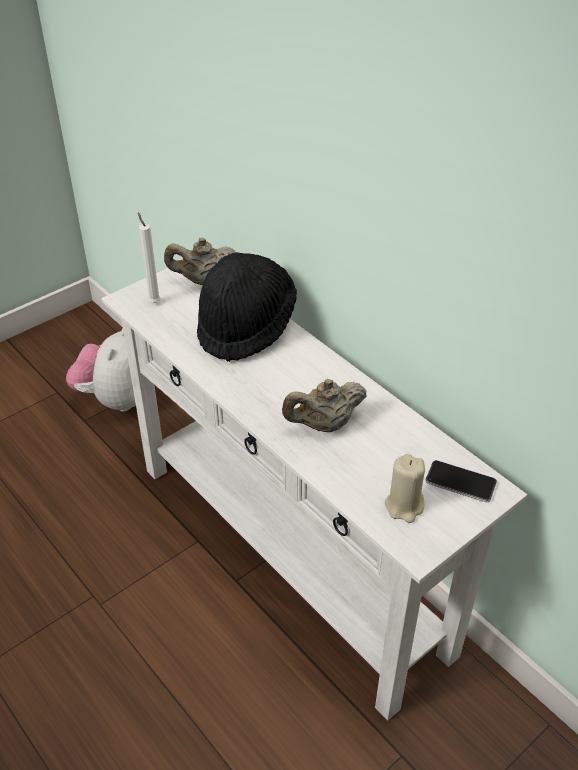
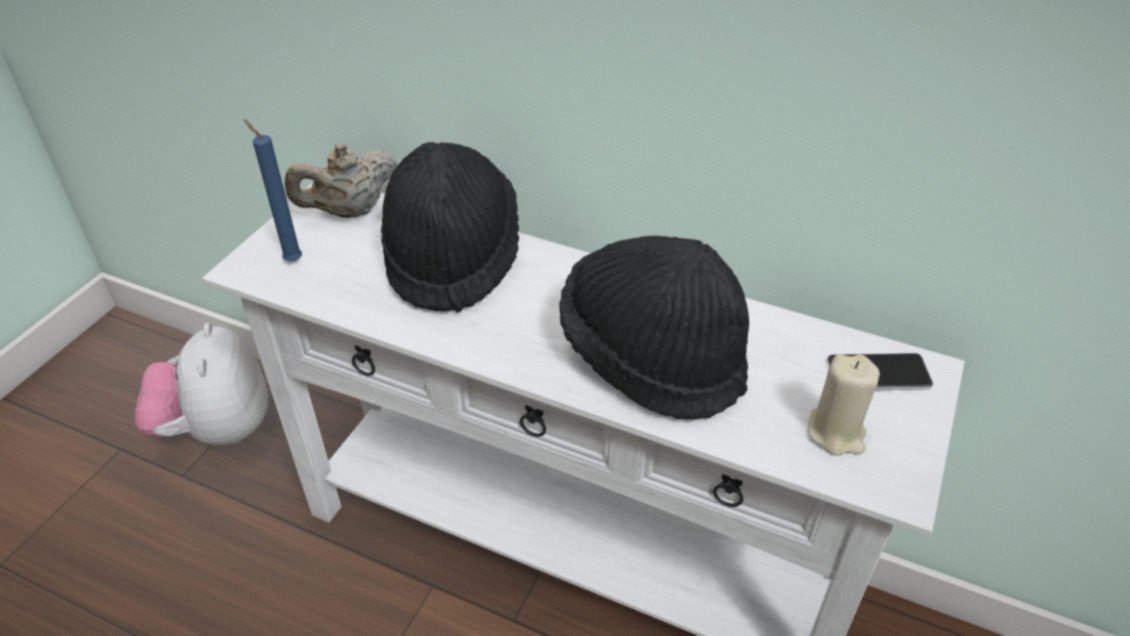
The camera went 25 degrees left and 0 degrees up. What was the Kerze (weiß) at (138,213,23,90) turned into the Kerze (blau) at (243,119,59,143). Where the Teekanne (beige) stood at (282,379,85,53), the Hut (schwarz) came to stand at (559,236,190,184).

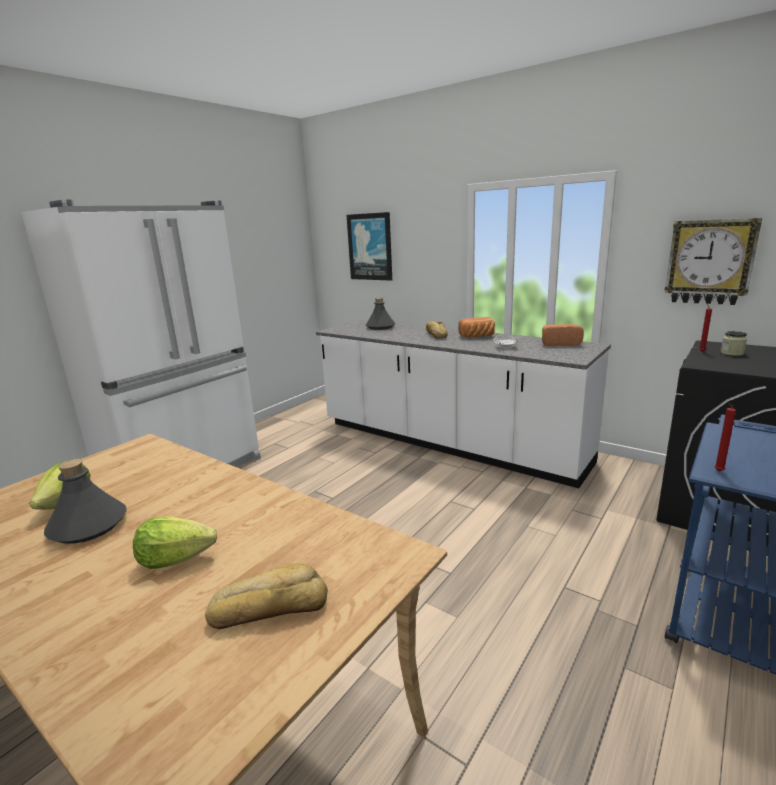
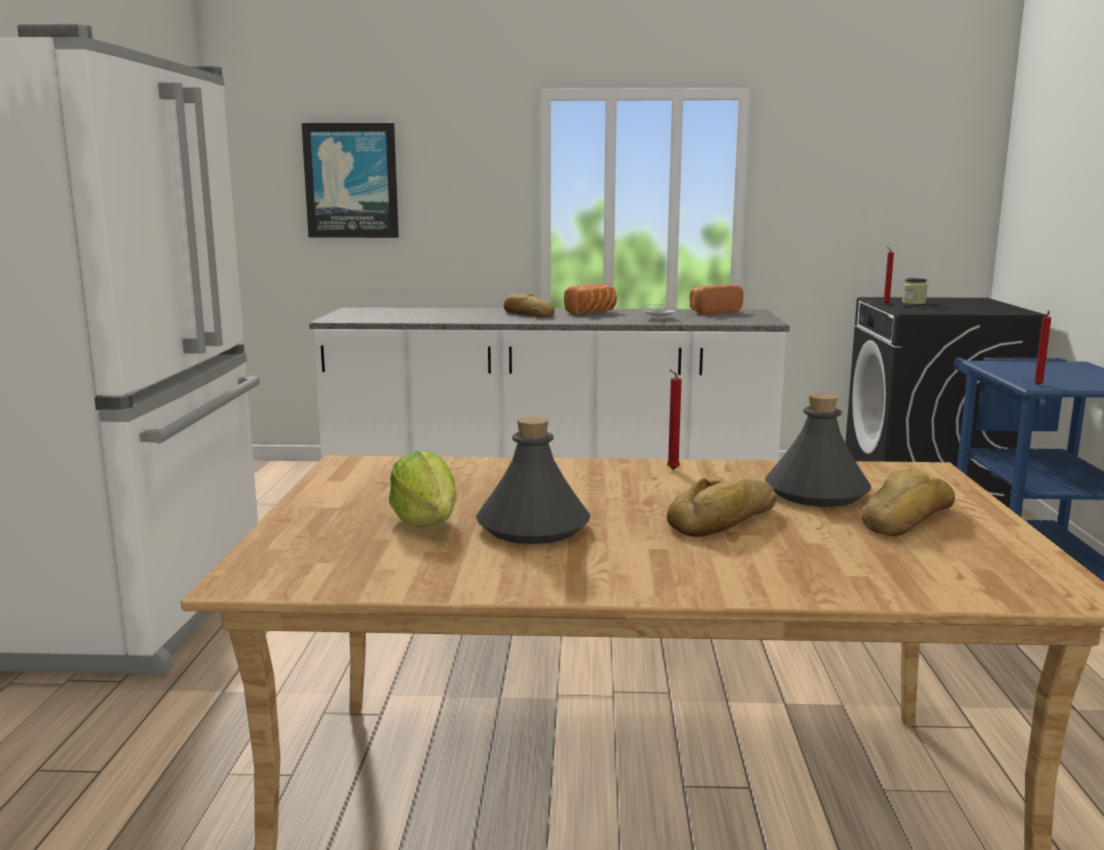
The camera went 35 degrees left and 5 degrees down. The second view lost the Wanduhr at (665,218,97,87). The Flasche (grau) ended up elsewhere, having gone from (366,298,29,32) to (765,393,106,114). Where the Salatkopf stood at (133,517,84,52), the Brot came to stand at (667,478,109,59). The second view gained the Kerze (rot) at (667,369,15,101).

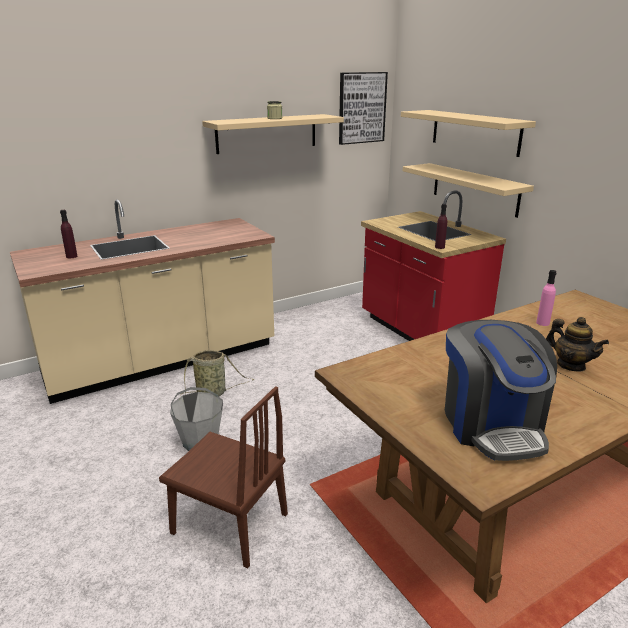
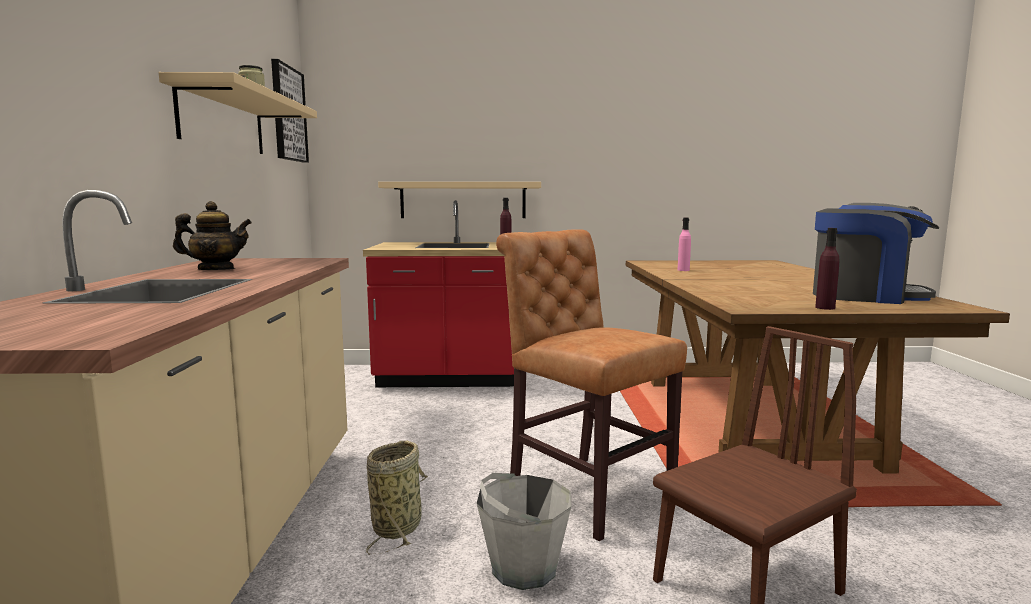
The camera went 60 degrees left and 15 degrees down. The second view lost the Wandregal (beige) at (401,110,135,47). The Flasche (lila) ended up elsewhere, having gone from (60,210,17,48) to (815,228,25,82). The Teekanne ended up elsewhere, having gone from (546,317,63,55) to (173,201,79,69). The second view gained the Stuhl (braun) at (496,229,191,312).

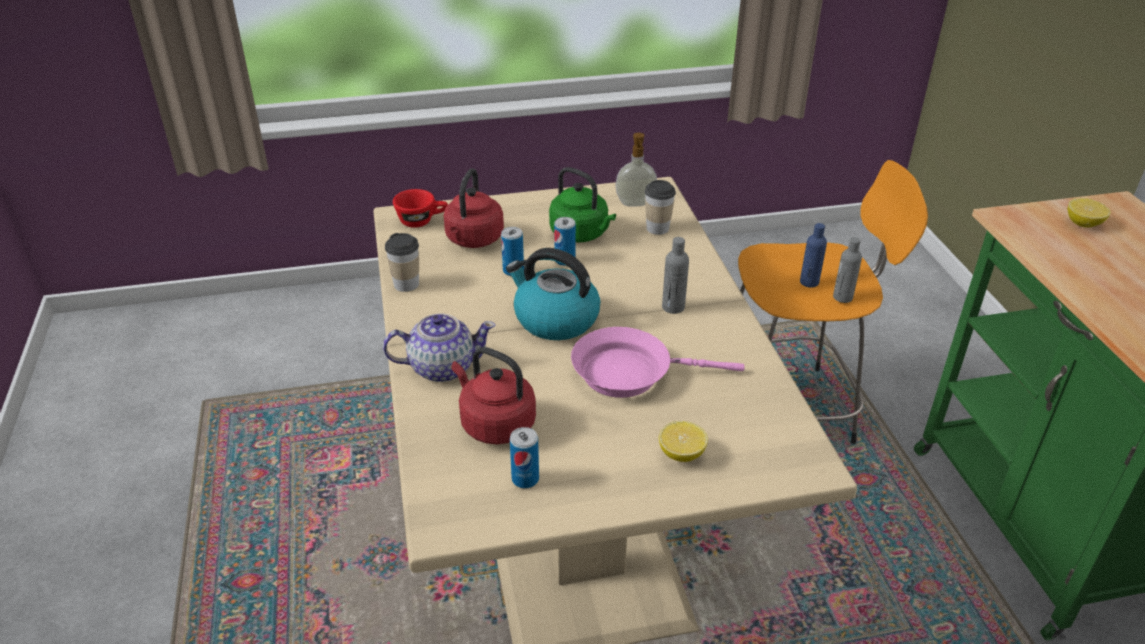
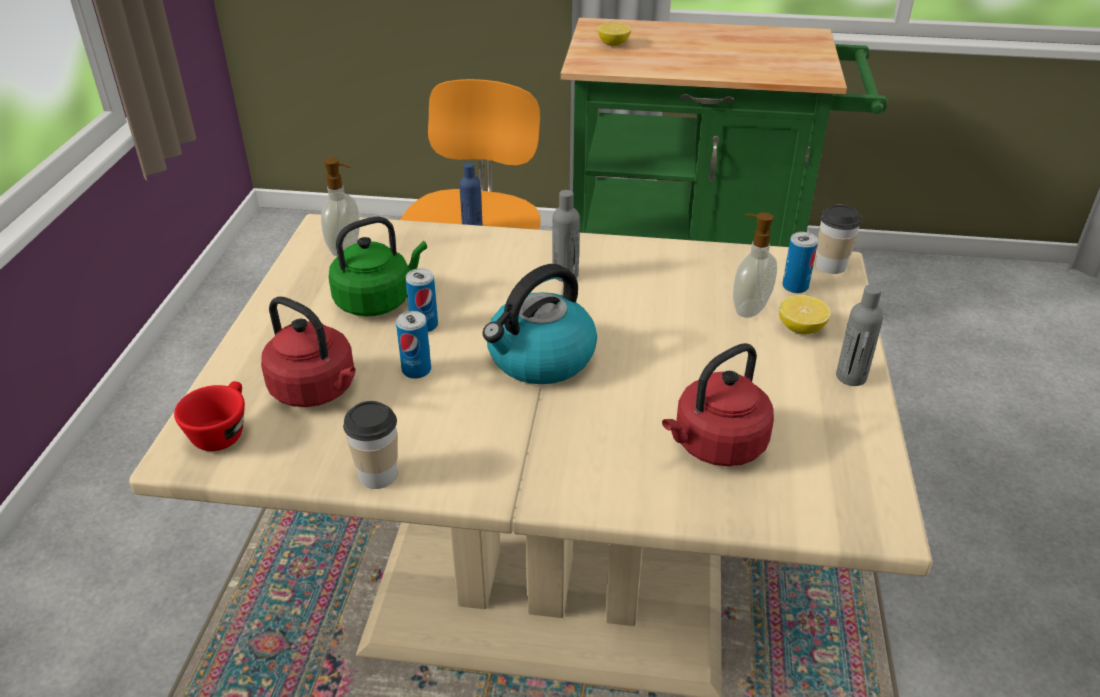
The camera went 70 degrees left and 0 degrees up. The Tasse ended up elsewhere, having gone from (645,180,31,55) to (816,205,46,69). The Flasche (grau) ended up elsewhere, having gone from (833,237,29,66) to (836,285,47,101). The second view lost the Teekanne at (383,313,113,69). The second view lost the Pfanne (rosa) at (571,327,174,71). The Dose ended up elsewhere, having gone from (510,427,29,61) to (782,232,36,61). The second view gained the Seifenspender at (733,212,44,106).

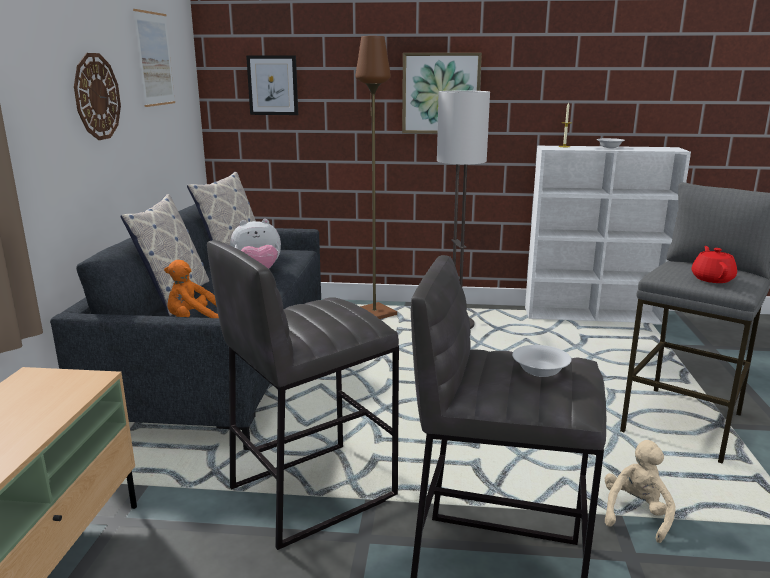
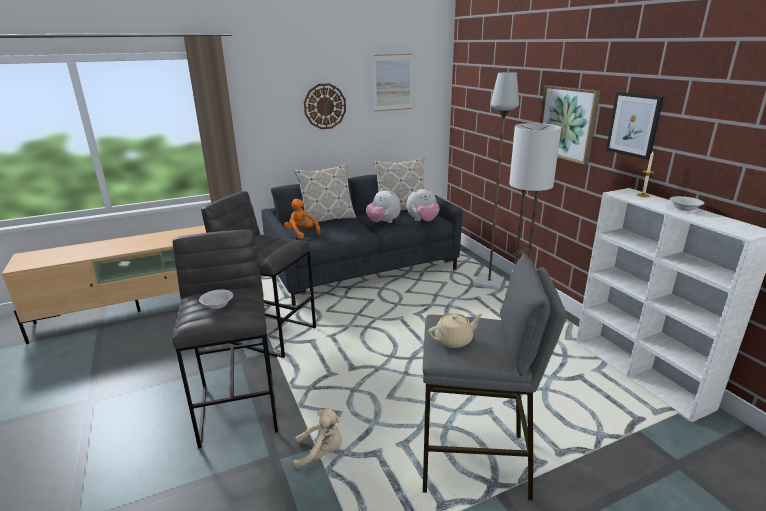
The camera went 60 degrees right and 5 degrees up. What was the Stehlampe (braun) at (356,36,41,283) turned into the Stehlampe (grau) at (474,72,45,218). The Bild ended up elsewhere, having gone from (246,55,52,60) to (606,92,58,68). What was the Teekanne (rot) at (691,246,46,37) turned into the Teekanne (beige) at (428,313,55,35). The second view gained the Plüschtier at (407,187,33,34).

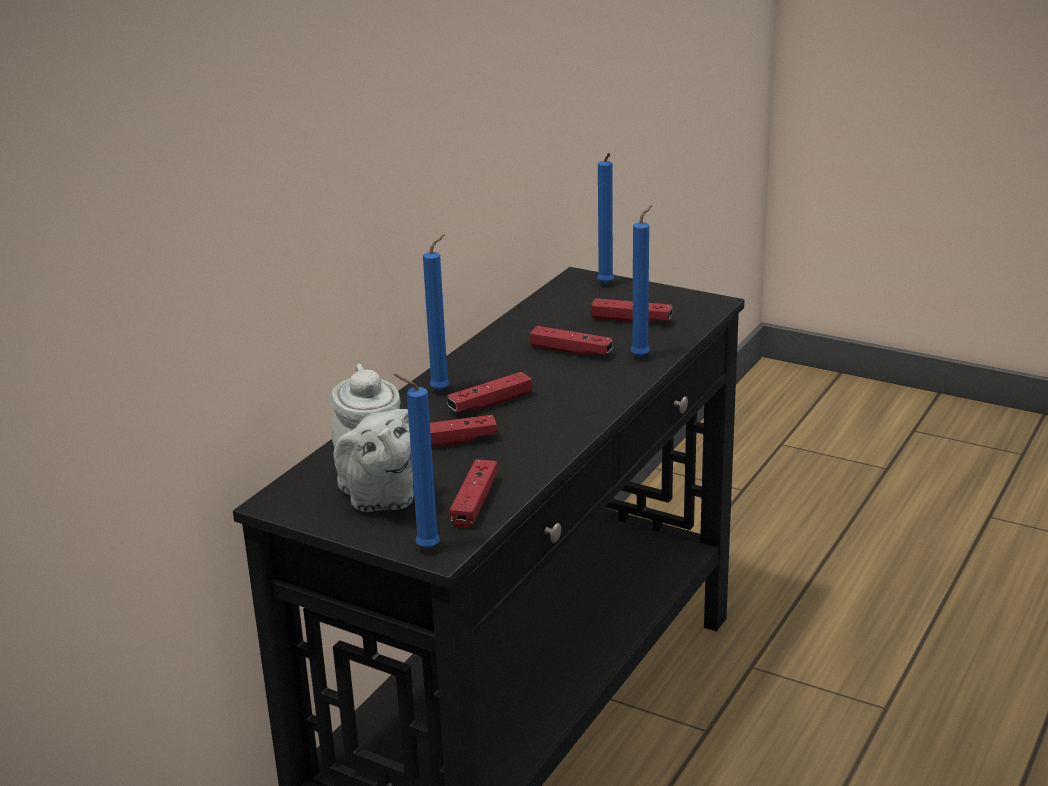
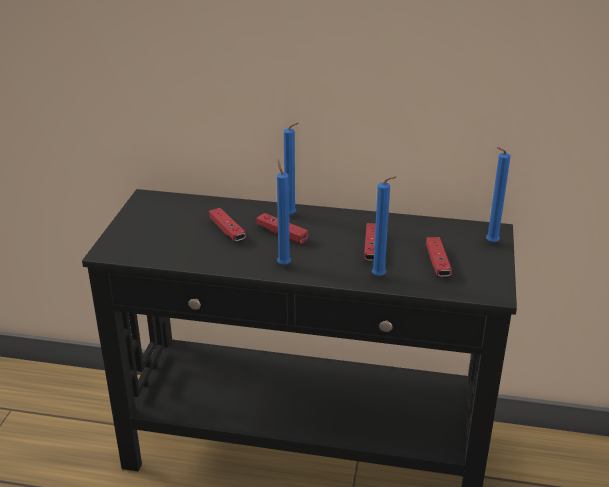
The camera went 70 degrees right and 5 degrees up. The second view lost the Teekanne (grau) at (331,363,83,149). The Kerze (blau) ended up elsewhere, having gone from (393,374,47,175) to (277,159,14,106). The second view lost the Gamepad (rot) at (450,459,48,69).

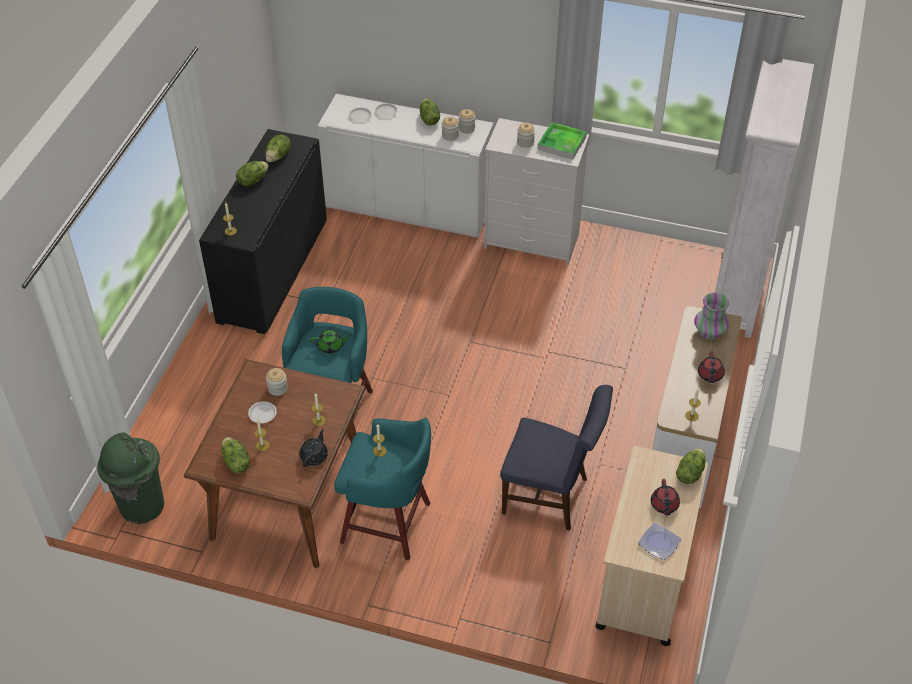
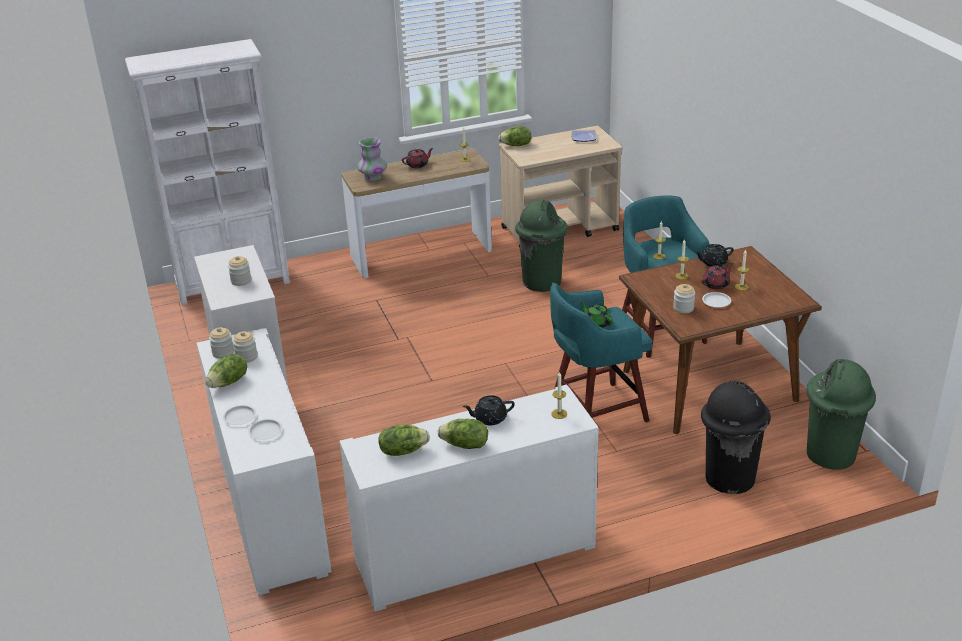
The camera went 125 degrees left and 15 degrees down. The second view lost the Tablett at (538,122,49,38). What was the Schrank (schwarz) at (199,129,128,205) turned into the Schrank (weiß) at (339,385,260,227). Where the Stuhl (blau) stood at (500,385,113,146), the Mülleimer (grün) came to stand at (515,200,53,92). The second view lost the Salatkopf at (221,437,29,36). The Teekanne (rot) ended up elsewhere, having gone from (651,479,29,36) to (702,263,31,26). The second view gained the Mülleimer (schwarz) at (701,381,70,113). The second view gained the Teekanne (schwarz) at (463,395,52,30).

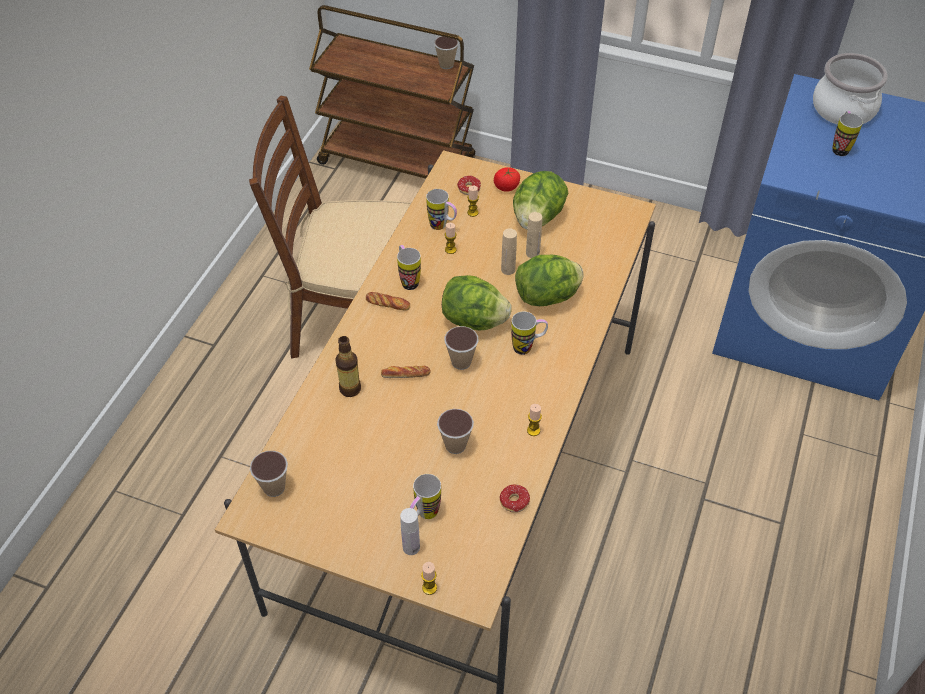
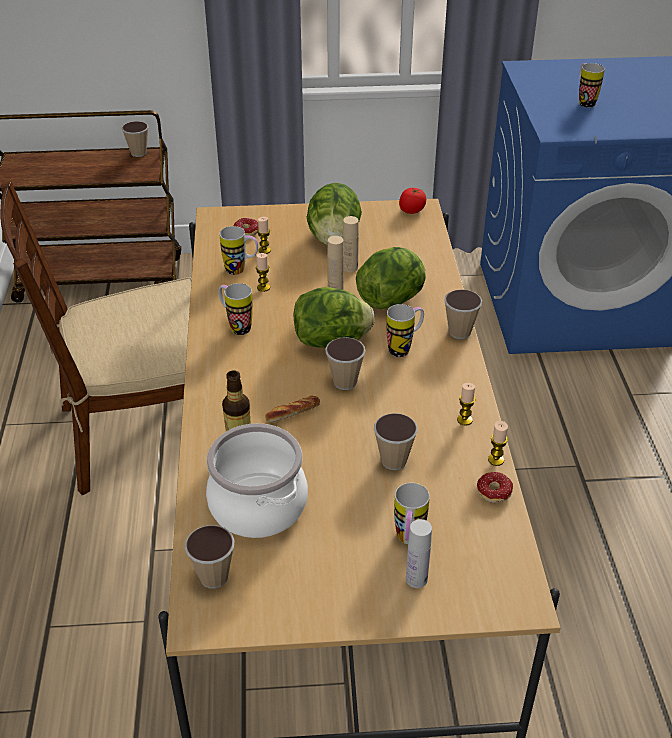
The camera went 25 degrees left and 10 degrees down. The Kochtopf ended up elsewhere, having gone from (813,53,75,72) to (206,423,102,115). The Tomate ended up elsewhere, having gone from (494,167,26,25) to (399,188,27,26). The second view lost the Brot at (366,292,44,19). The Kerze ended up elsewhere, having gone from (421,562,16,33) to (488,421,20,45). The second view gained the Tasse at (444,289,38,50).

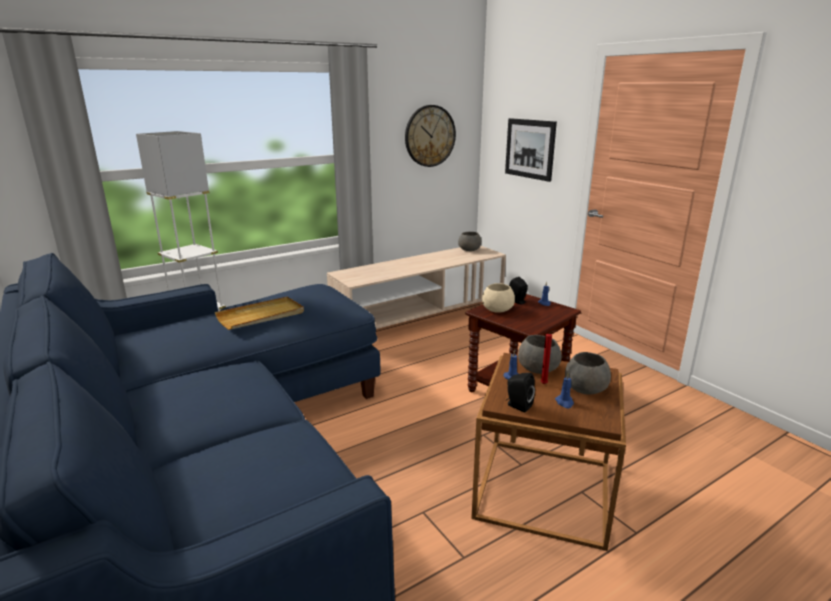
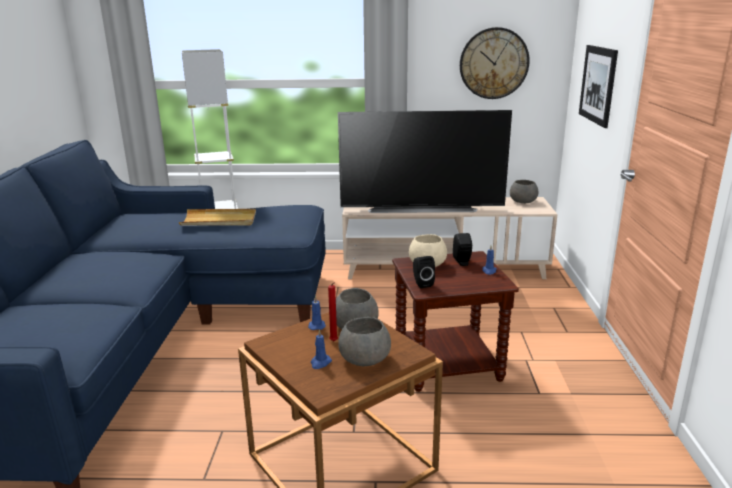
The camera went 35 degrees right and 0 degrees up. The Lautsprecher (schwarz) ended up elsewhere, having gone from (506,373,29,39) to (413,256,22,32). The second view gained the Fernseher at (338,110,174,103).

